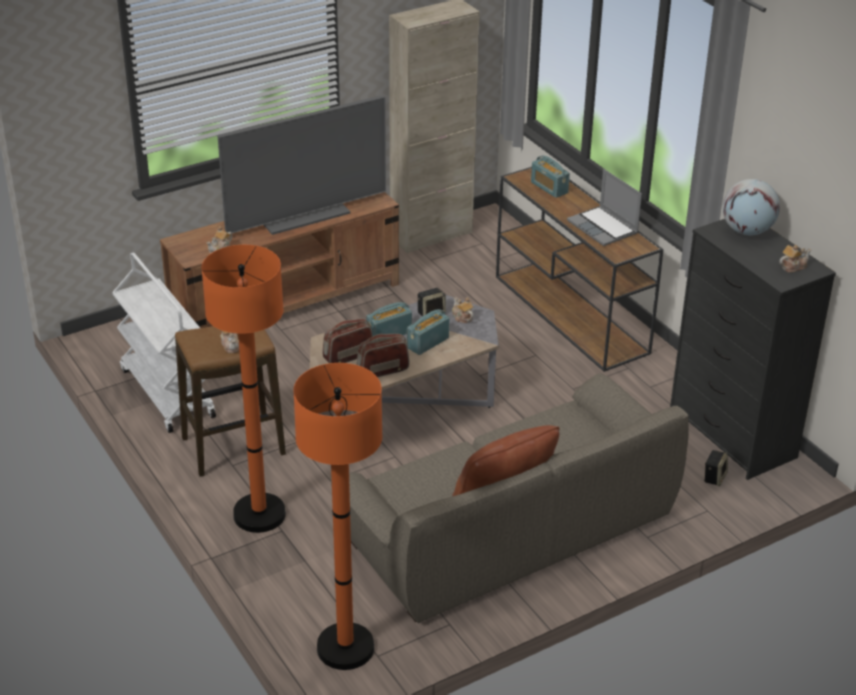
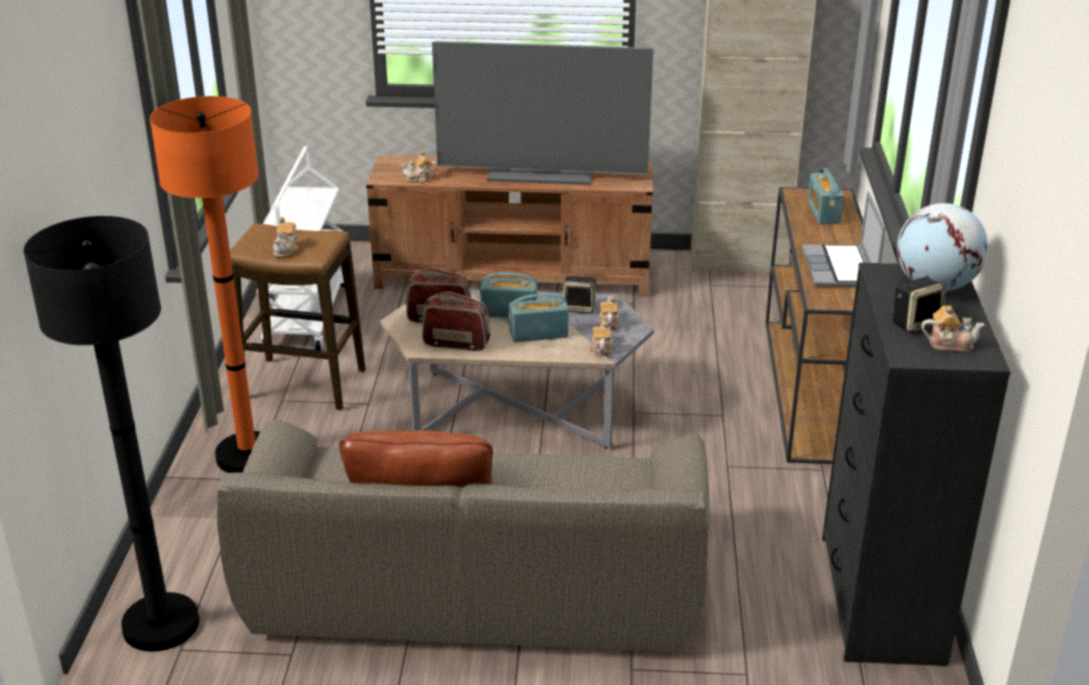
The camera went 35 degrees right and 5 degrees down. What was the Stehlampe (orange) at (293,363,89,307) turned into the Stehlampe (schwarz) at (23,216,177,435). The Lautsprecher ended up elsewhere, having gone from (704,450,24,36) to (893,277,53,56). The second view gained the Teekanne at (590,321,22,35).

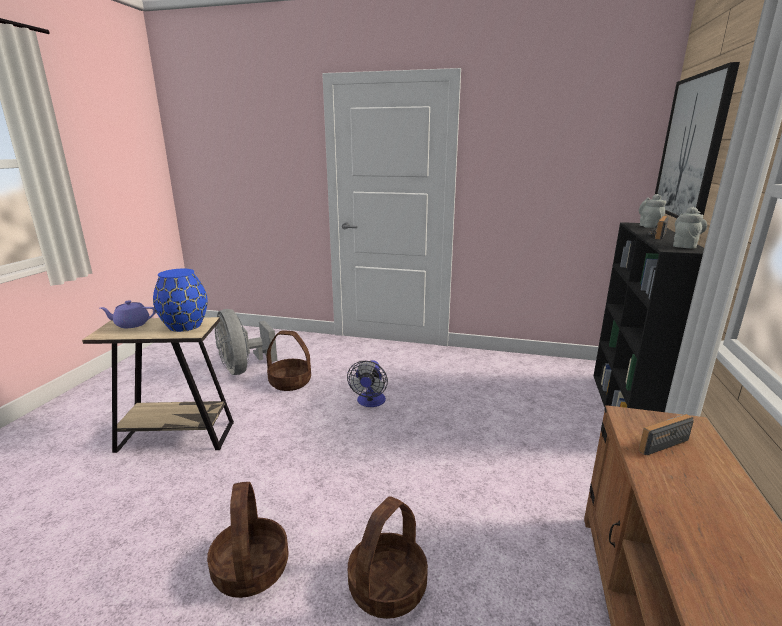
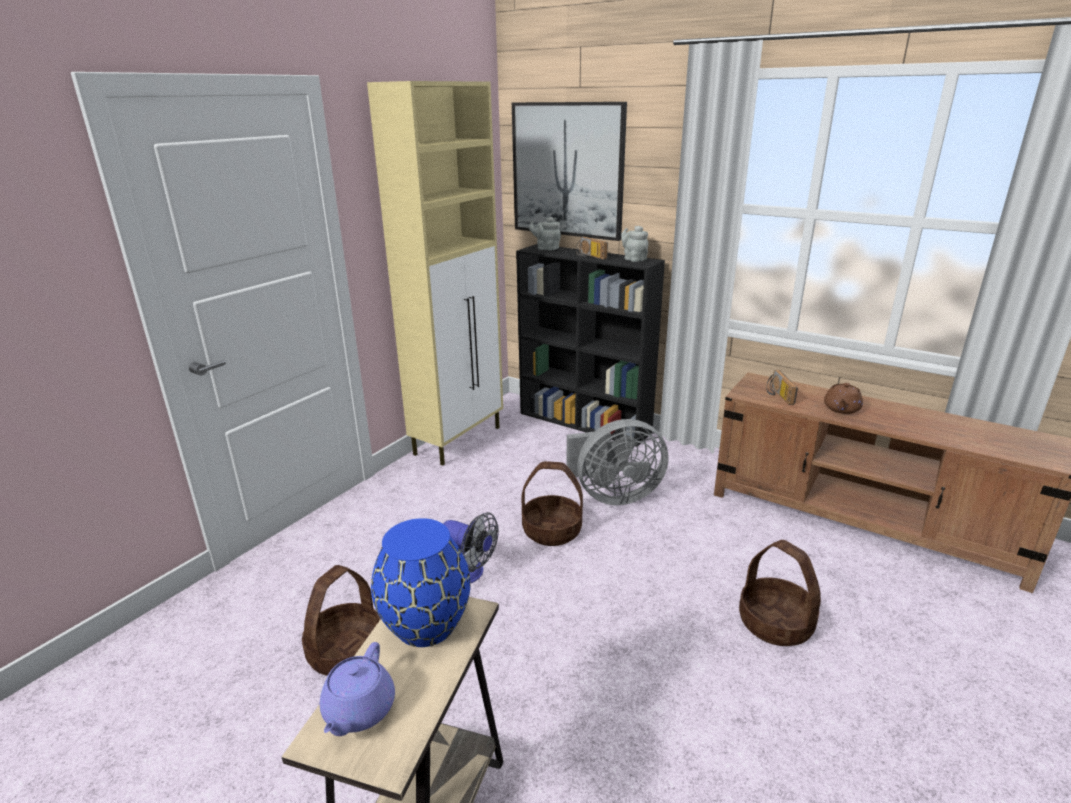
The camera went 70 degrees left and 5 degrees up. The Ventilator (grau) ended up elsewhere, having gone from (215,309,63,66) to (567,419,101,86). The Korb ended up elsewhere, having gone from (207,482,82,116) to (521,461,62,85). The second view gained the Schrank (beige) at (367,81,136,385). The second view gained the Teekanne (braun) at (824,383,39,31).

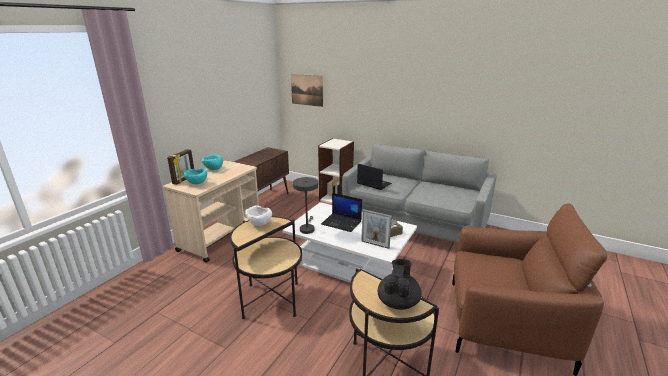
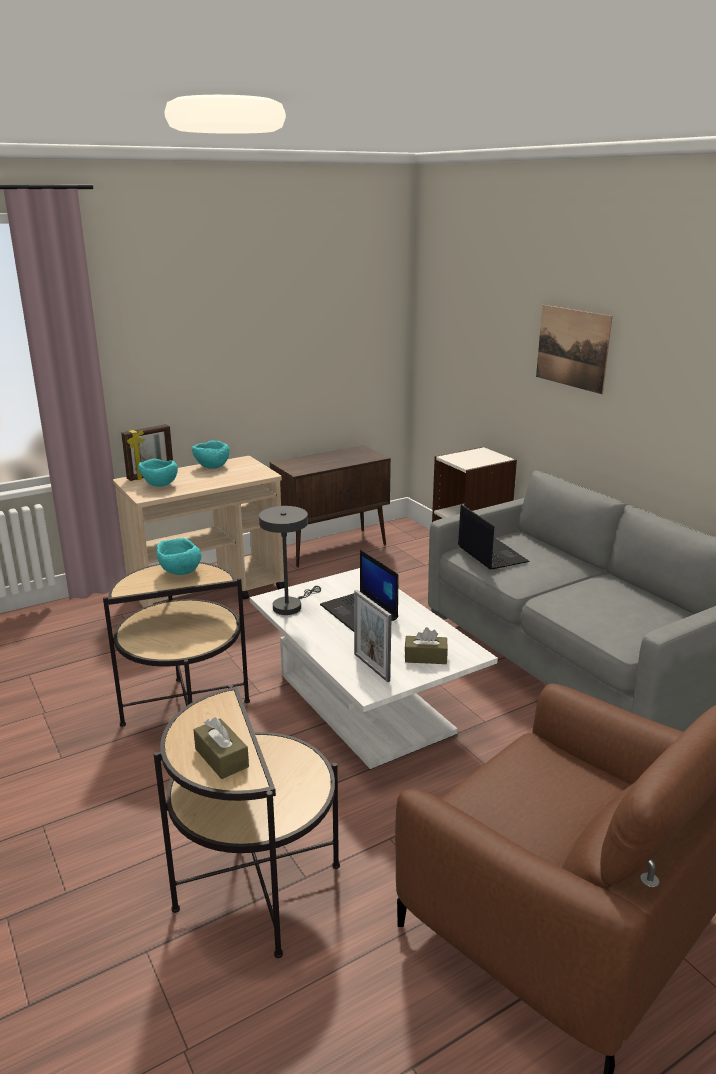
The camera went 30 degrees right and 0 degrees up. The Bild ended up elsewhere, having gone from (291,74,32,33) to (536,305,77,89). What was the Schüssel (weiß) at (245,205,27,21) turned into the Schüssel (türkis) at (156,538,45,37). Where the Teekanne (schwarz) stood at (378,259,44,51), the Taschentuchbox (braun) came to stand at (194,718,55,61).

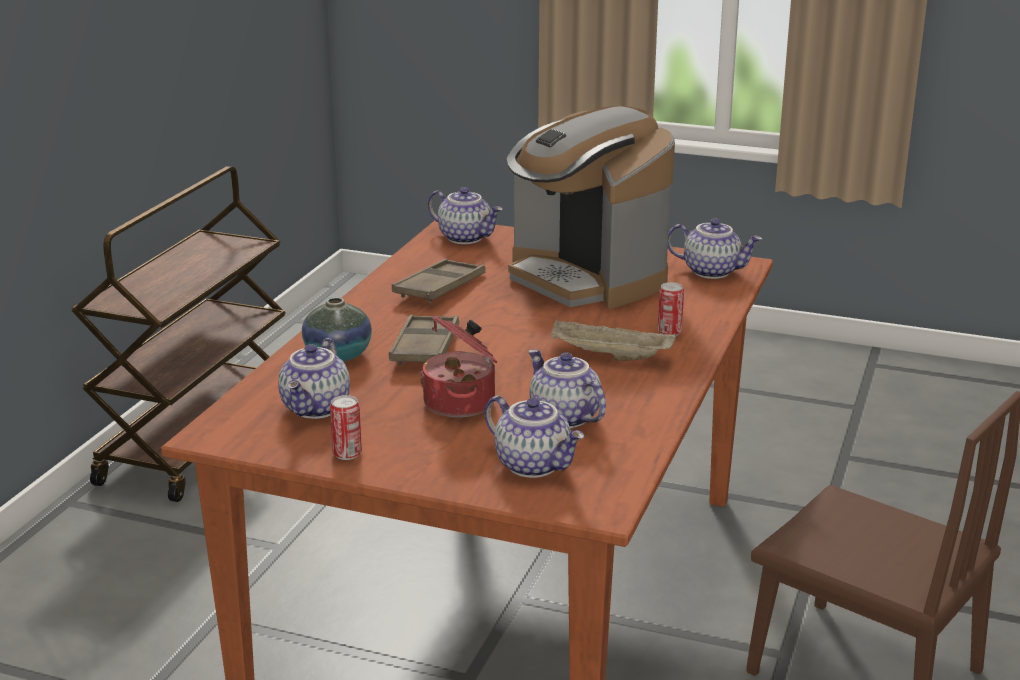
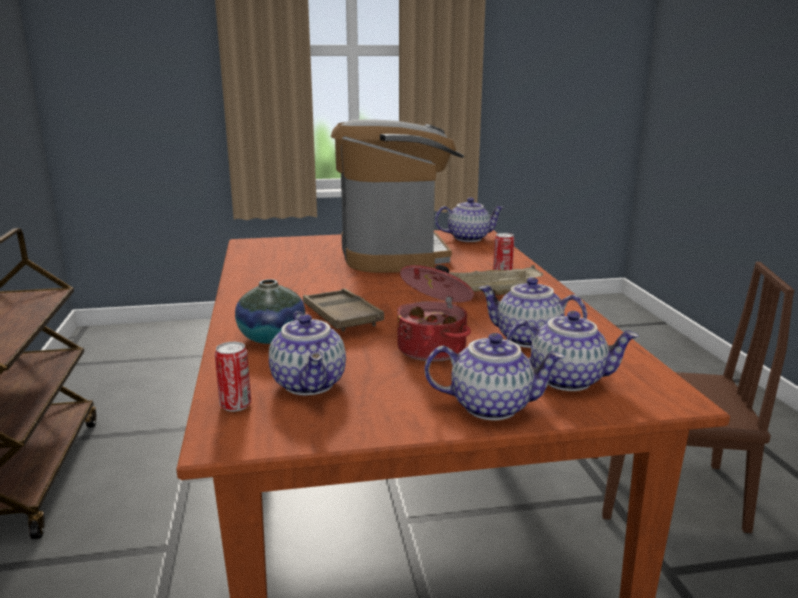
The camera went 30 degrees left and 5 degrees down. The Kaffeemaschine at (506,106,169,203) ended up facing another way, 120 degrees counterclockwise from before. The Teekanne ended up elsewhere, having gone from (428,187,75,57) to (425,333,140,87). The second view lost the Tablett (braun) at (392,259,93,44). The Dose ended up elsewhere, having gone from (330,395,32,65) to (215,342,36,70).

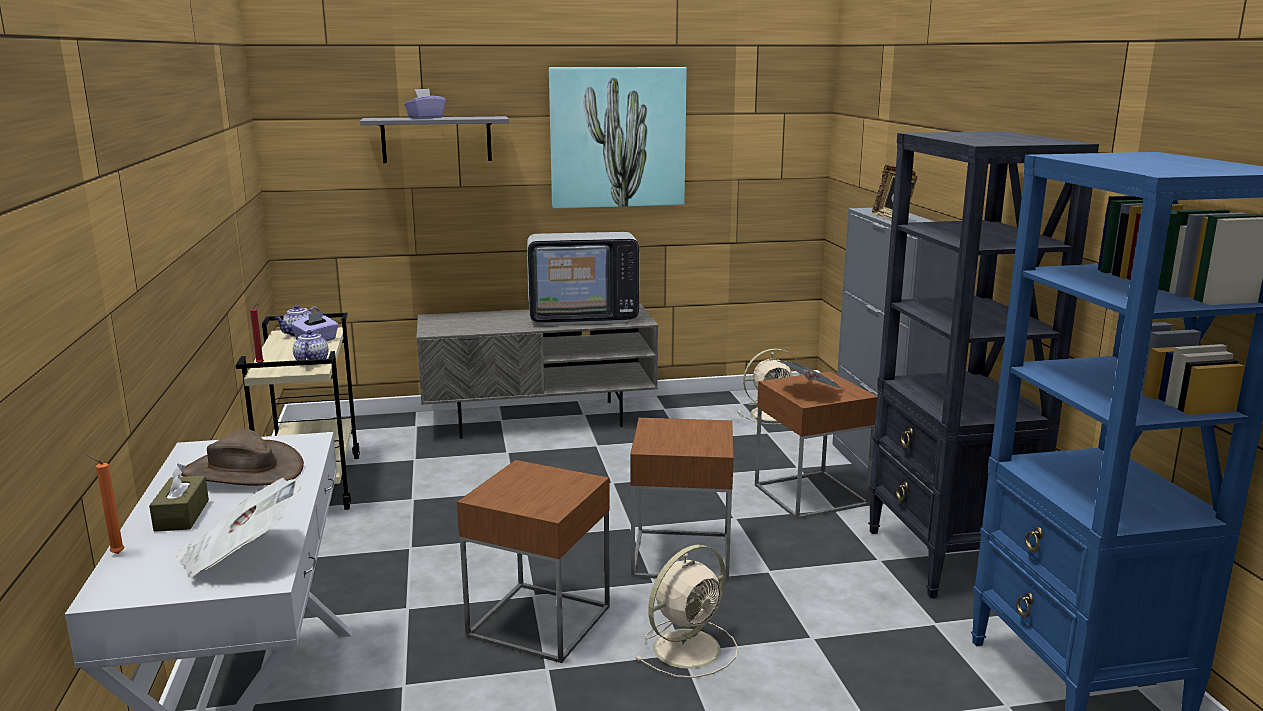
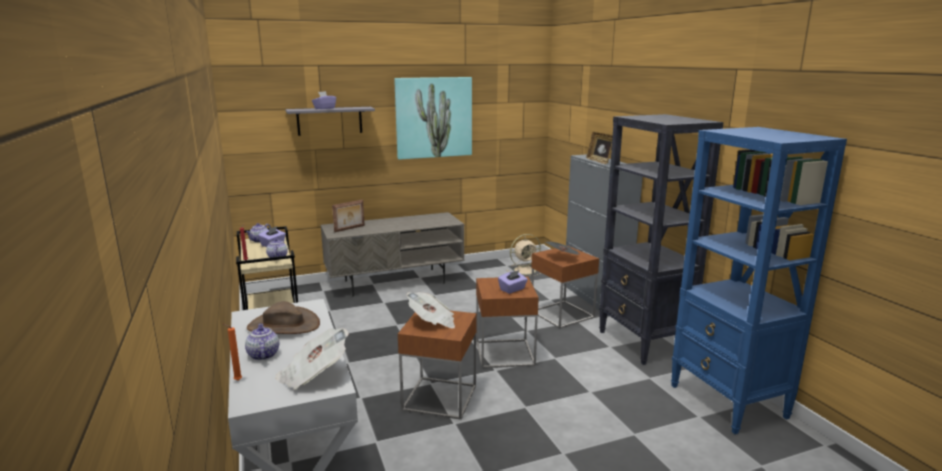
The camera went 10 degrees left and 0 degrees up. The second view lost the Fernseher at (527,232,112,93). Where the Taschentuchbox (braun) stood at (149,463,60,69), the Teekanne came to stand at (245,323,34,37). The second view lost the Ventilator (beige) at (635,545,103,133). The second view gained the Bilderrahmen at (332,200,33,32). The second view gained the Taschentuchbox (lila) at (498,270,30,24). The second view gained the Zeitung at (406,292,49,36).

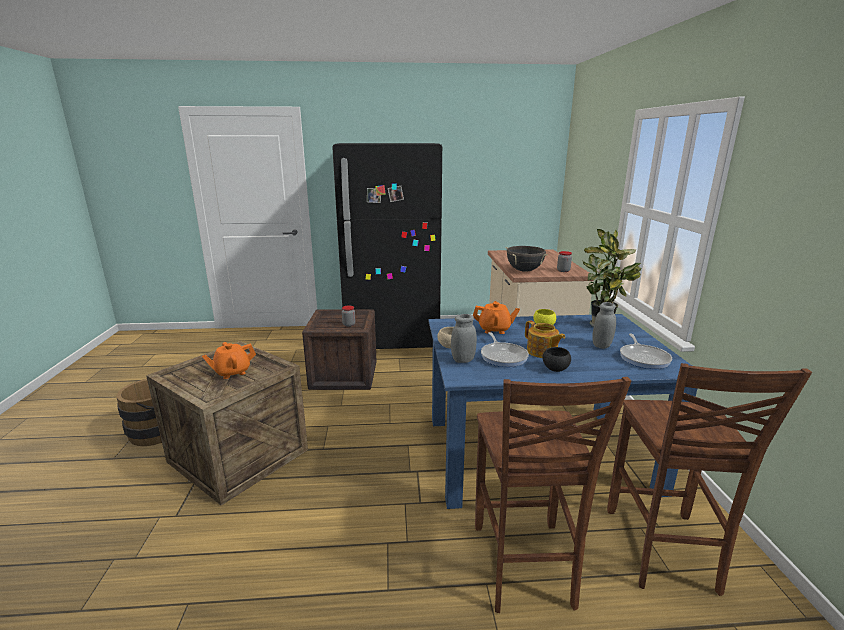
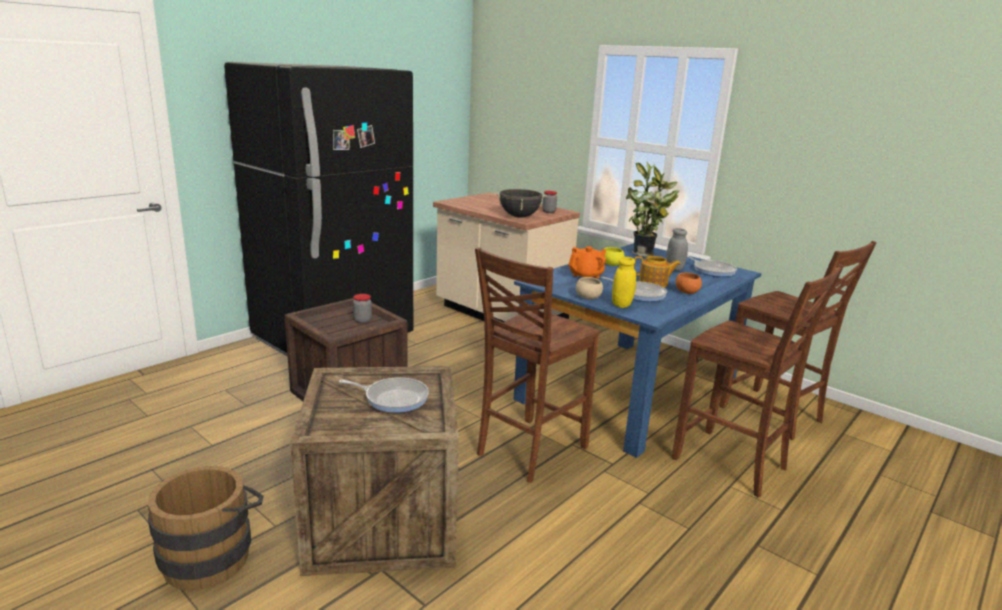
The camera went 45 degrees left and 0 degrees up. What was the Vorratsglas (grau) at (451,314,26,49) turned into the Vorratsglas (gelb) at (612,257,24,51). Where the Teekanne (orange) stood at (202,342,54,37), the Pfanne came to stand at (339,377,90,36). What was the Schüssel (schwarz) at (543,347,28,25) turned into the Schüssel (orange) at (676,273,26,21). The second view gained the Stuhl (braun) at (475,247,125,236).

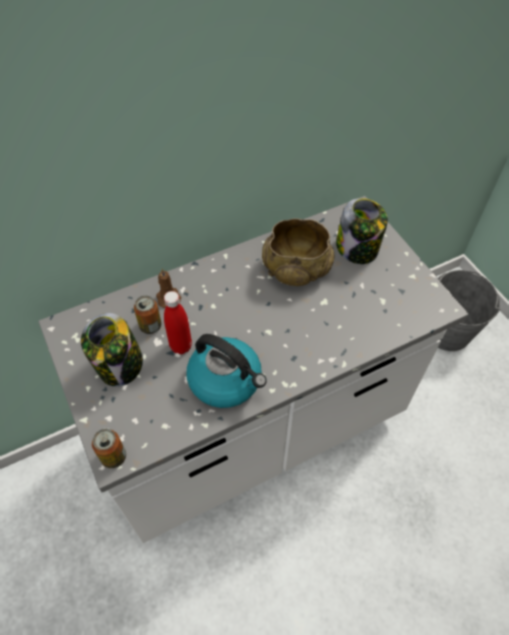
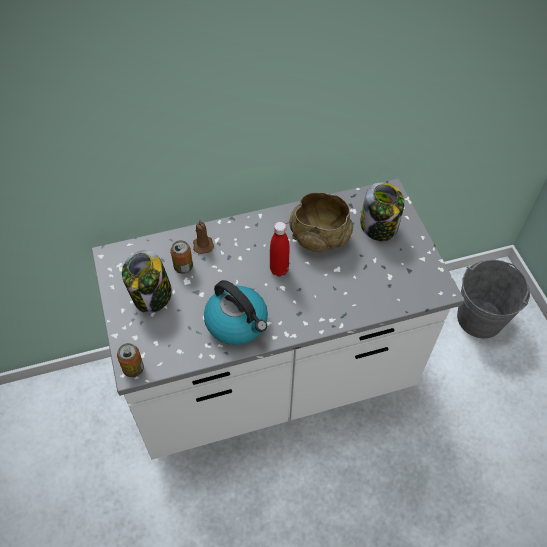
The camera went 10 degrees right and 0 degrees up. The Flasche (rot) ended up elsewhere, having gone from (164,291,28,63) to (270,222,20,54).

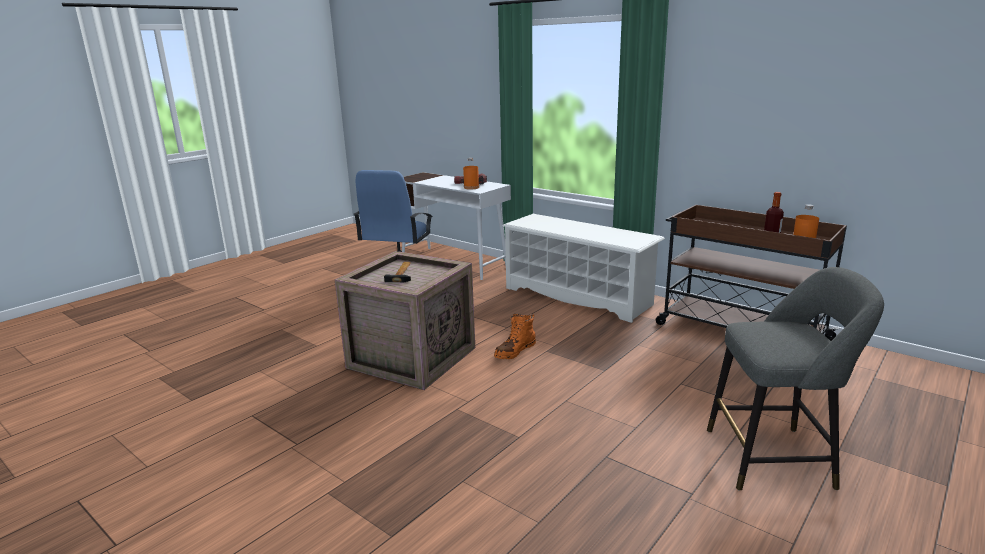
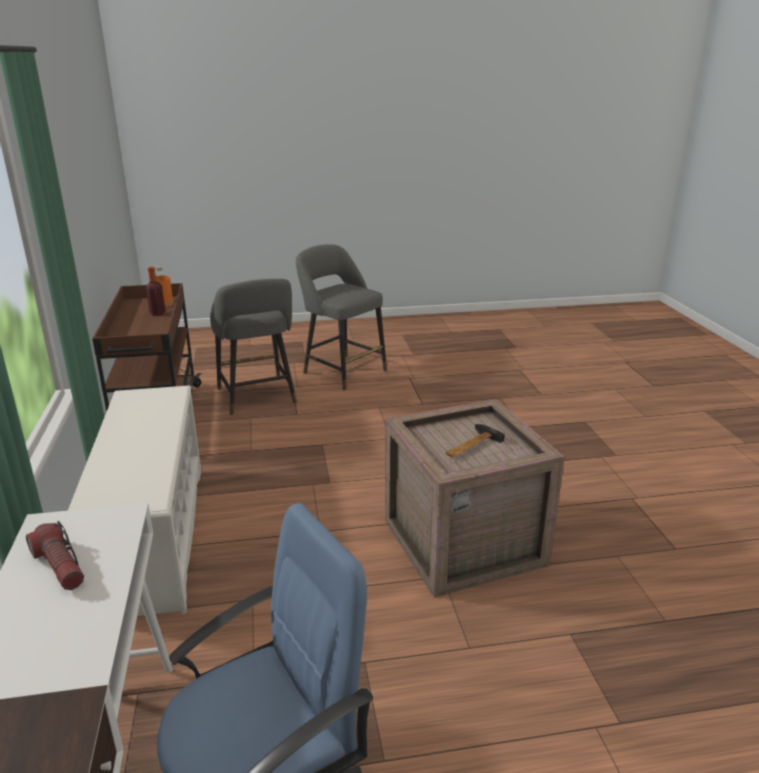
The camera went 140 degrees left and 5 degrees up. The second view lost the Flasche (orange) at (463,158,16,32). The second view lost the Stiefel (orange) at (494,314,42,45). The second view gained the Hocker (grau) at (210,279,87,136).

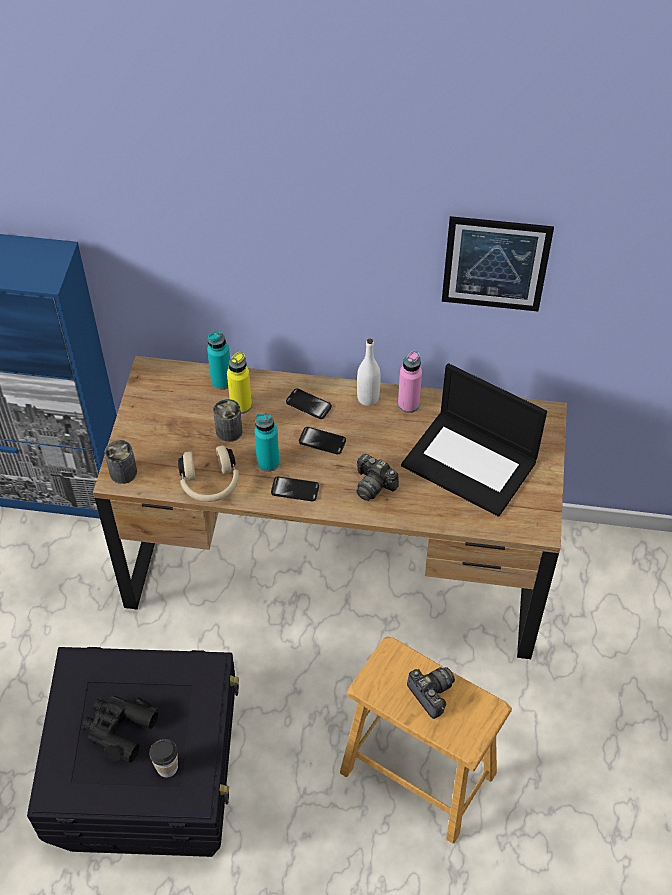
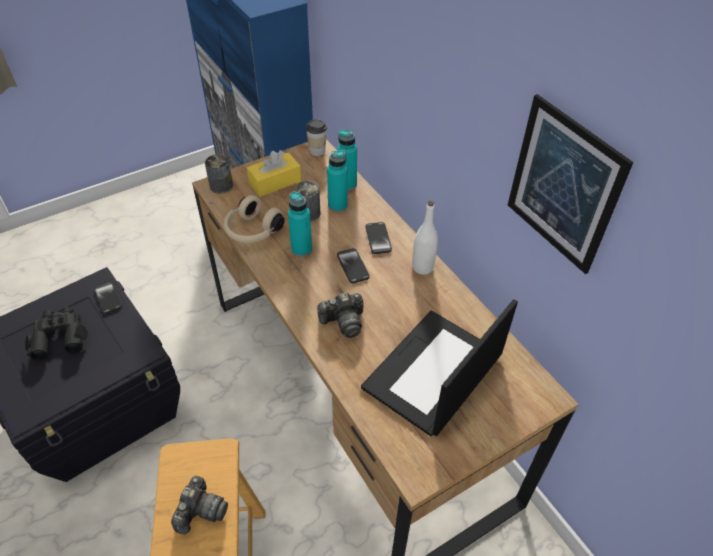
The camera went 50 degrees right and 5 degrees down. The second view lost the Flasche (rosa) at (398,351,24,62). What was the Flasche (gelb) at (227,352,25,62) turned into the Flasche (türkis) at (327,150,21,62). The Laptop at (401,363,146,154) ended up facing another way, 45 degrees clockwise from before. The Kamera at (356,454,43,47) ended up facing another way, 105 degrees counterclockwise from before. The Handy ended up elsewhere, having gone from (271,476,48,26) to (94,282,28,32). The Tasse ended up elsewhere, having gone from (149,739,29,38) to (306,119,21,37). The second view gained the Taschentuchbox (gelb) at (247,150,54,47).

